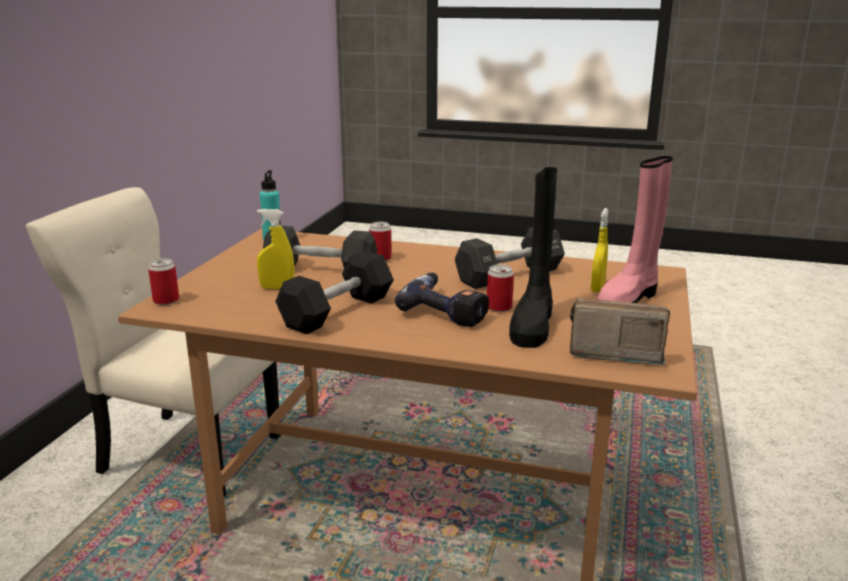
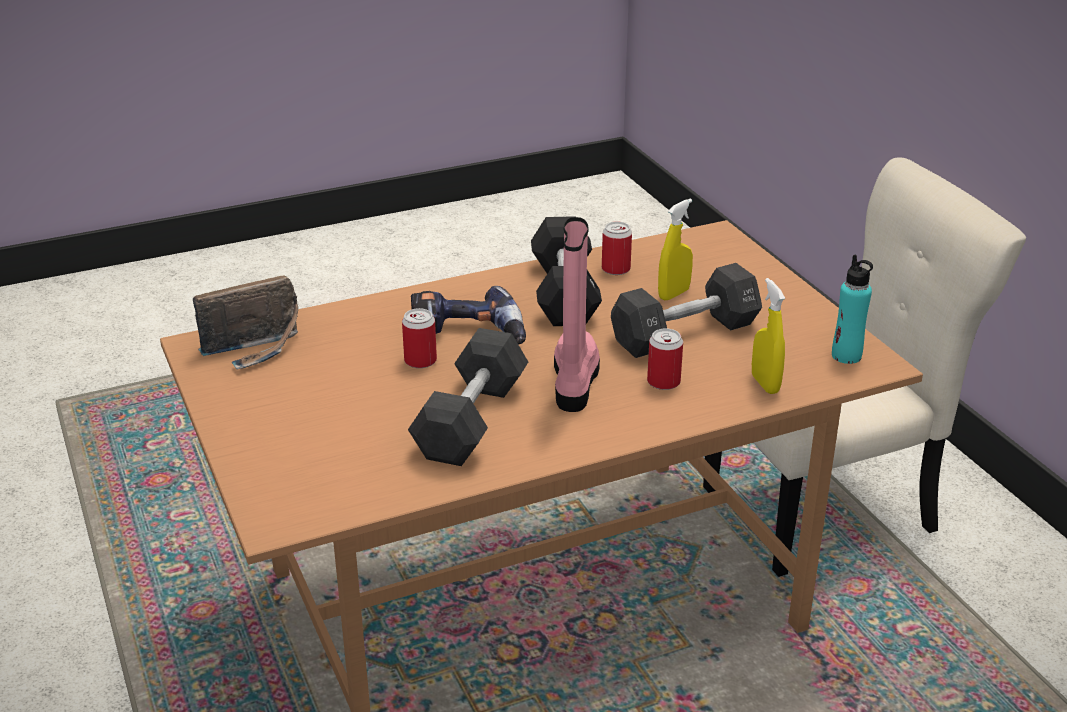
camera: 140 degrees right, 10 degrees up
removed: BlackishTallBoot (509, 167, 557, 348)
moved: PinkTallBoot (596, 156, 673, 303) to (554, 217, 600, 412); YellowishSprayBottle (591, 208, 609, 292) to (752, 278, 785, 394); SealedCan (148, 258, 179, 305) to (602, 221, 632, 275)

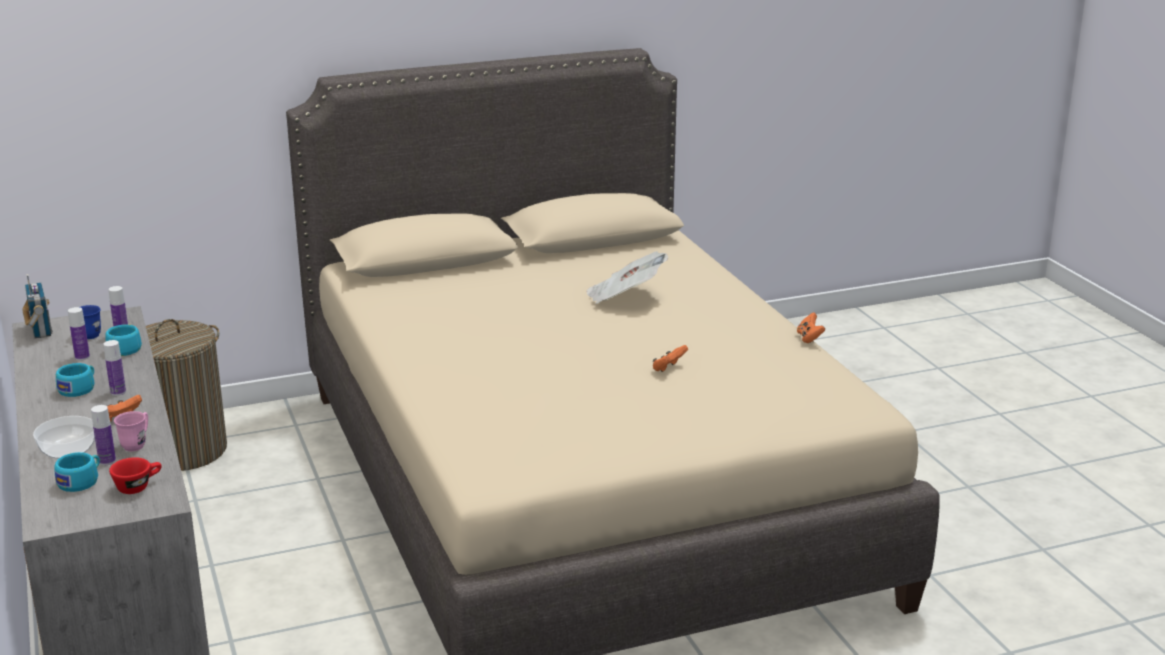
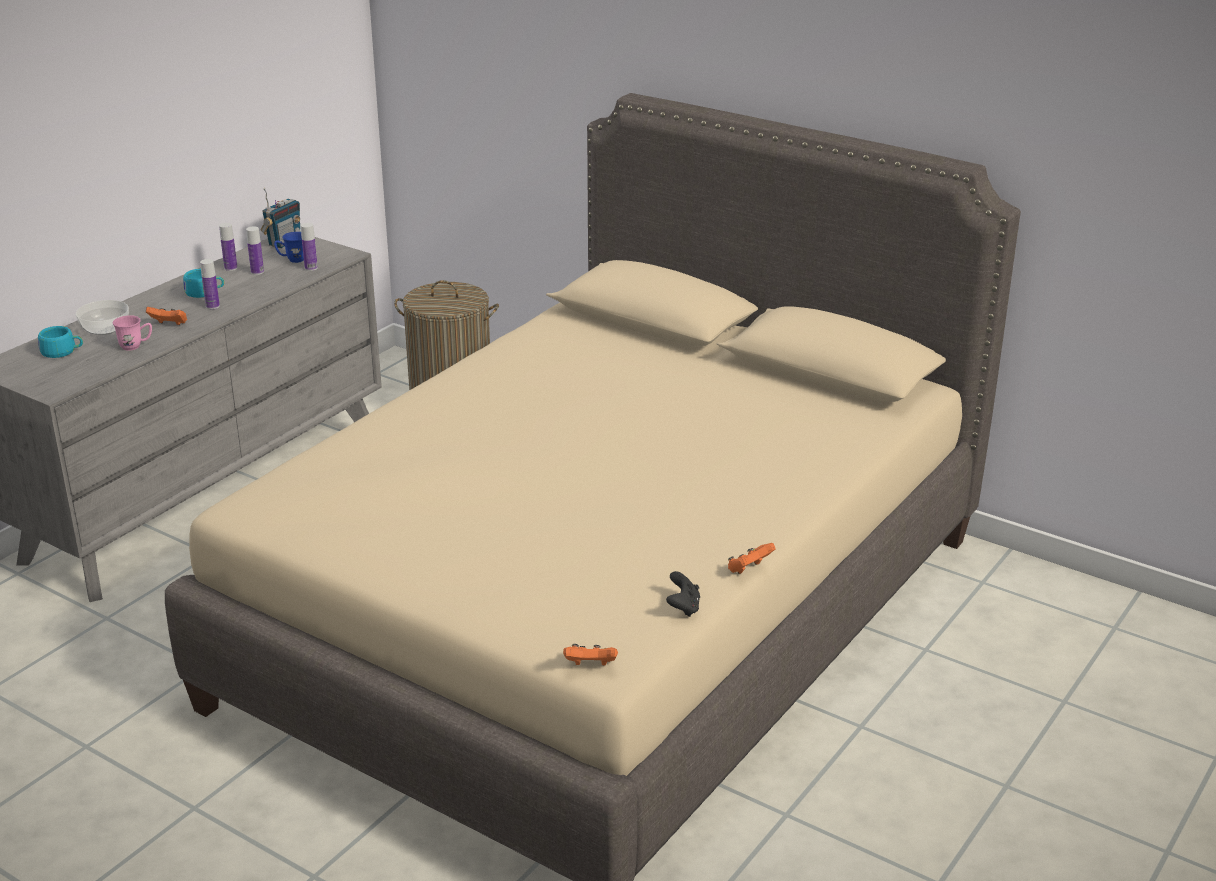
camera: 55 degrees right, 5 degrees up
removed: DailyPaper (586, 251, 668, 304); BlueGreenSmallCup (105, 324, 142, 356); RedColouredSmallCup (109, 457, 162, 494)
added: BlackishGamepad (666, 571, 700, 617)
moved: OrangeyGamepad (653, 345, 688, 372) to (563, 644, 618, 666); BeverageBottle (91, 405, 116, 465) to (219, 223, 237, 271)

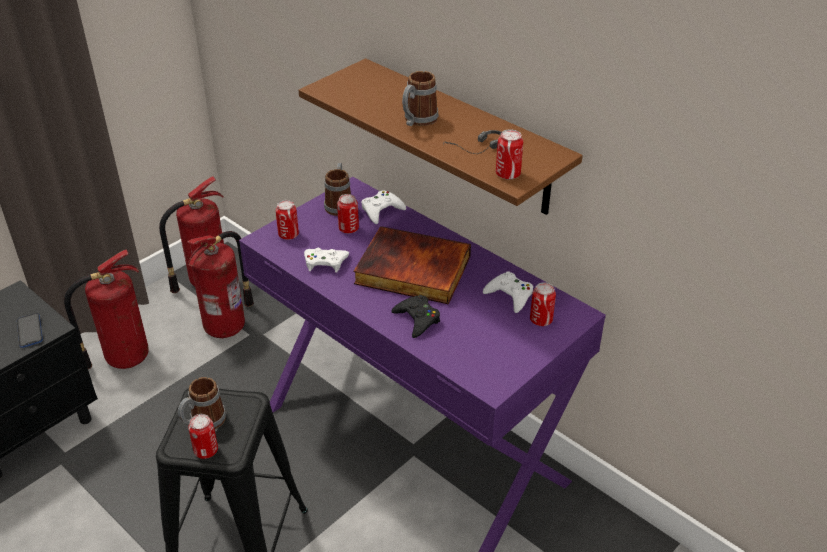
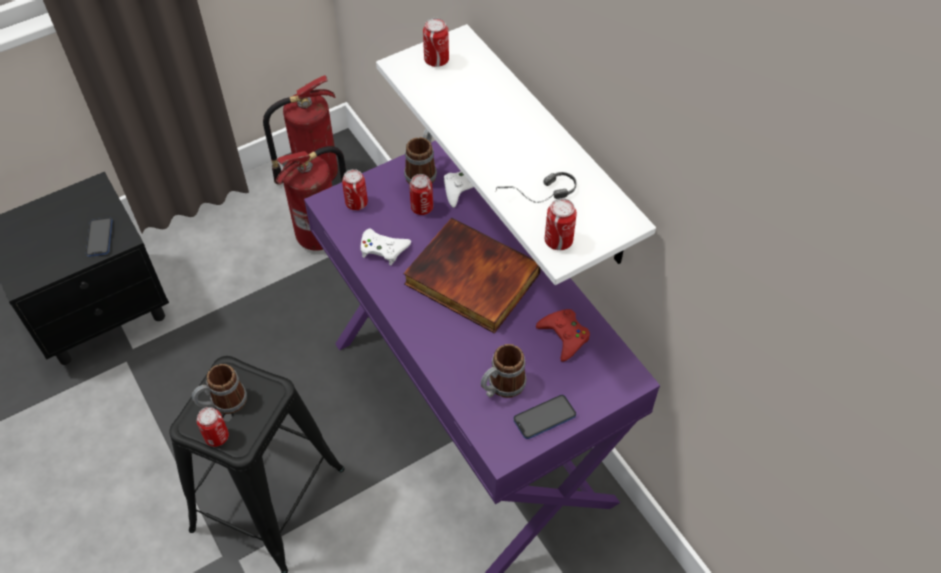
camera: 15 degrees right, 15 degrees up
removed: FireExtinguisher (64, 249, 149, 369); BlackishGamepad (391, 295, 440, 338)
added: Handset (514, 395, 576, 439)
moved: Mug (402, 71, 439, 126) to (481, 344, 527, 398); SealedCan (530, 283, 556, 326) to (423, 18, 449, 67)
recoloured: BrownShelf (299, 58, 583, 215) to WhitishShelf (376, 24, 656, 285); WhitishGamepad (483, 272, 533, 313) to RedColouredGamepad (536, 309, 590, 362)

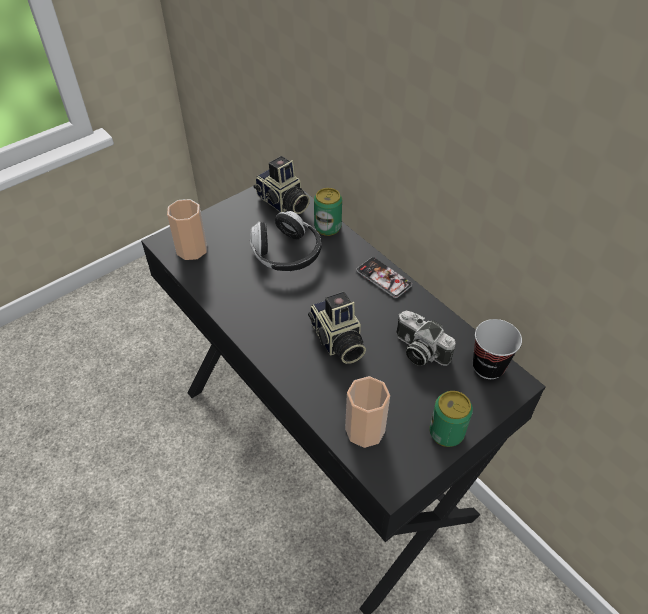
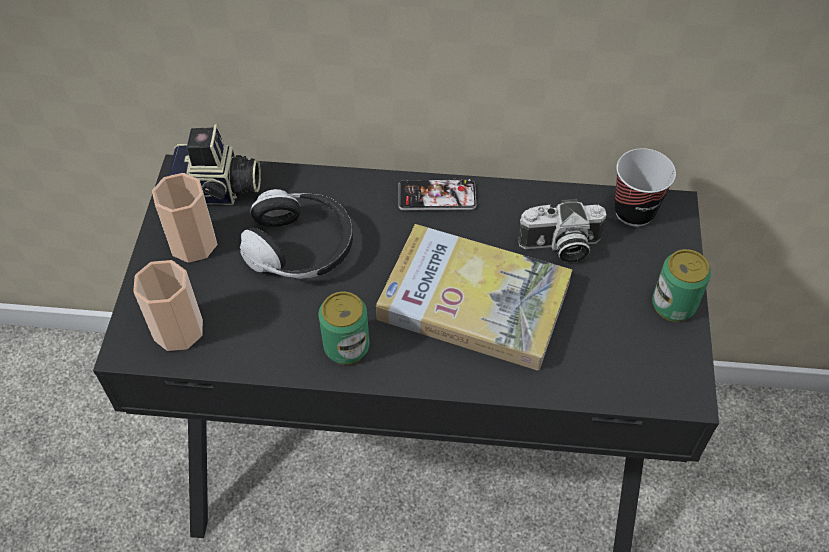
camera: 45 degrees left, 5 degrees up
moved: SealedCan (314, 188, 342, 236) to (319, 291, 370, 365); SmallCup (345, 376, 390, 448) to (152, 173, 217, 263)
replaced: StillCamera (308, 292, 366, 364) to Book (376, 224, 573, 370)

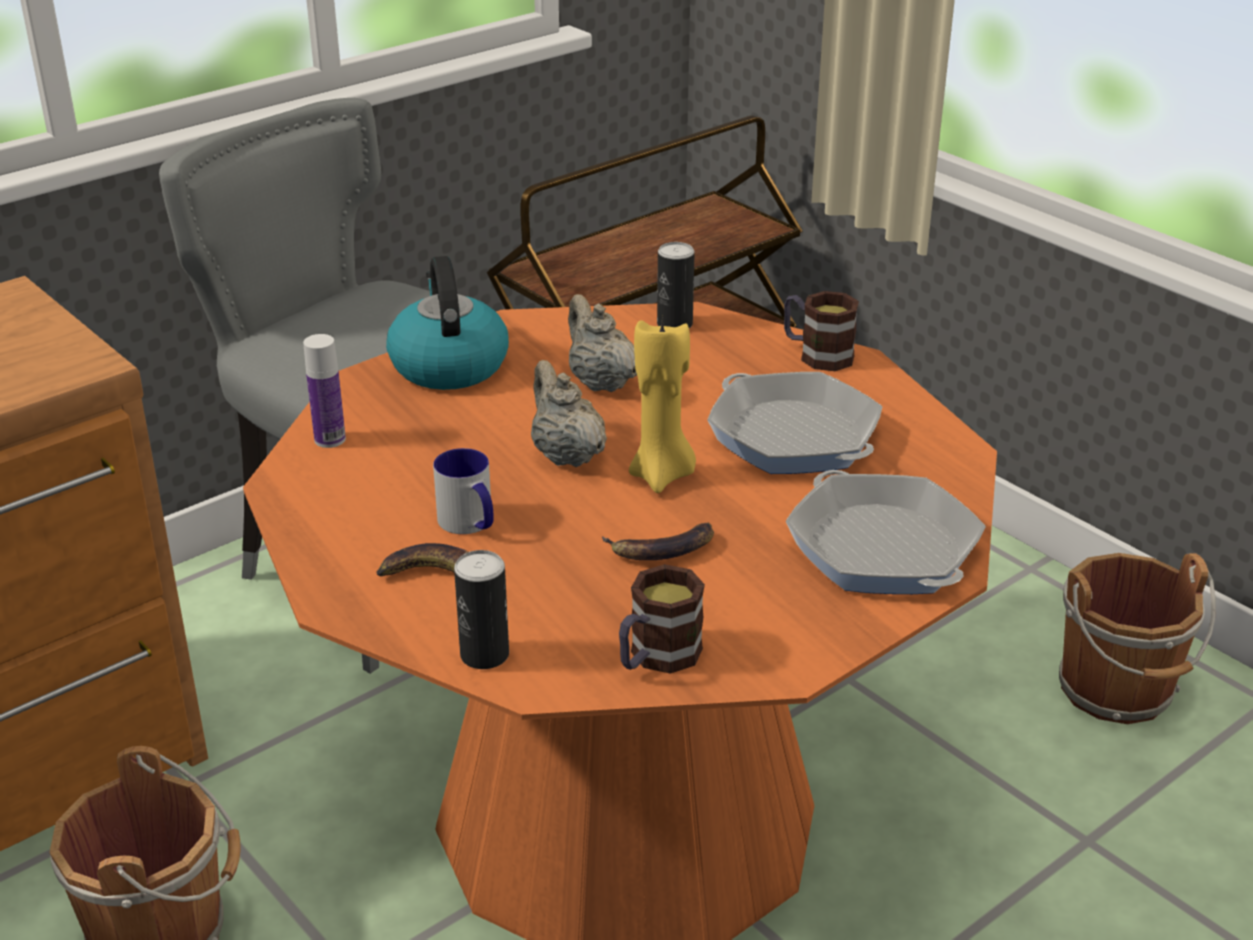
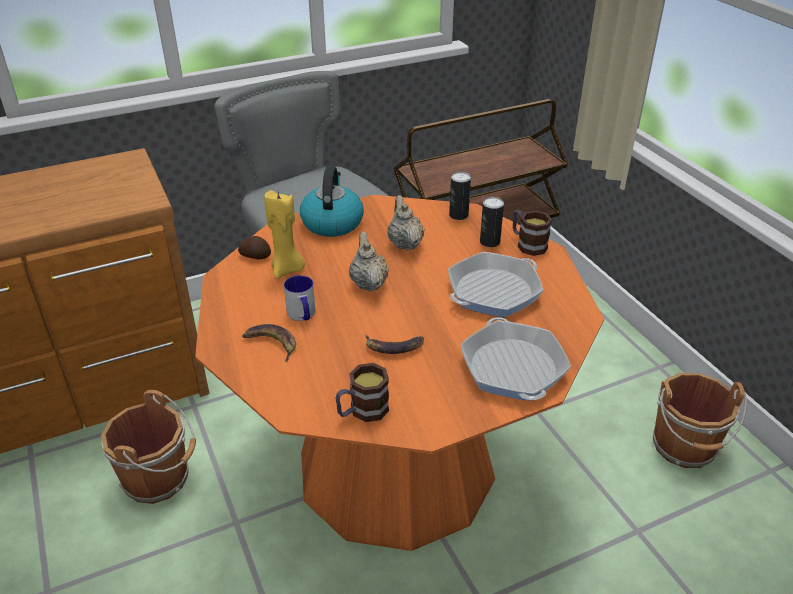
camera: 15 degrees right, 5 degrees up
moved: YellowishWaxCandle (629, 316, 696, 493) to (264, 190, 305, 279); SealedCan (454, 550, 509, 669) to (480, 197, 504, 247)
replaced: BeverageBottle (303, 334, 346, 448) to Spud (238, 236, 271, 259)
turned: Skillet (707, 372, 882, 474) = (448, 252, 543, 317) 75 degrees clockwise

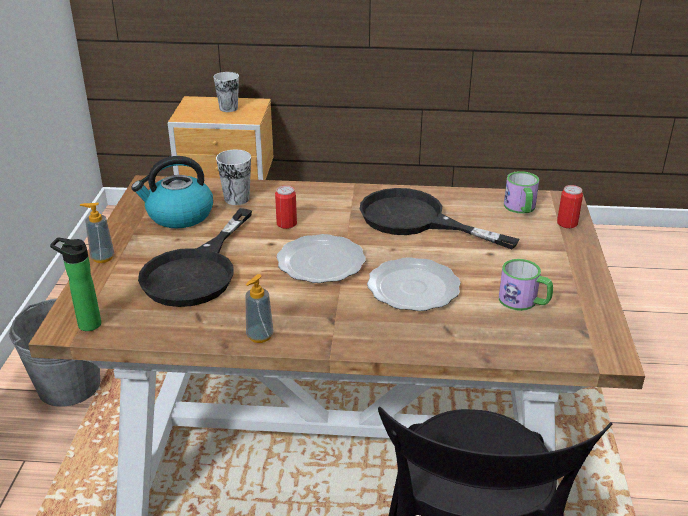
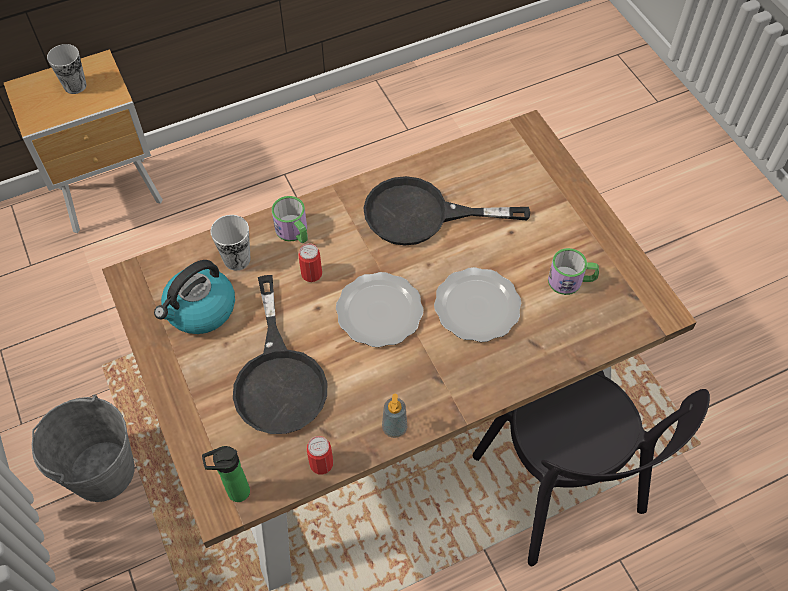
camera: 30 degrees left, 25 degrees up
removed: SoapBottle (80, 203, 114, 263)
moved: Mug (504, 171, 539, 214) to (272, 196, 308, 243); SealedCan (557, 185, 583, 228) to (307, 436, 333, 474)

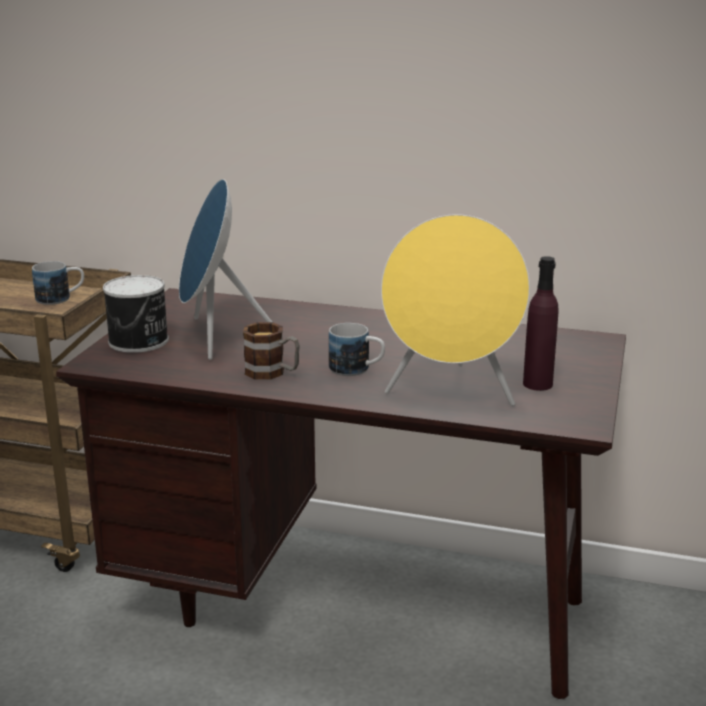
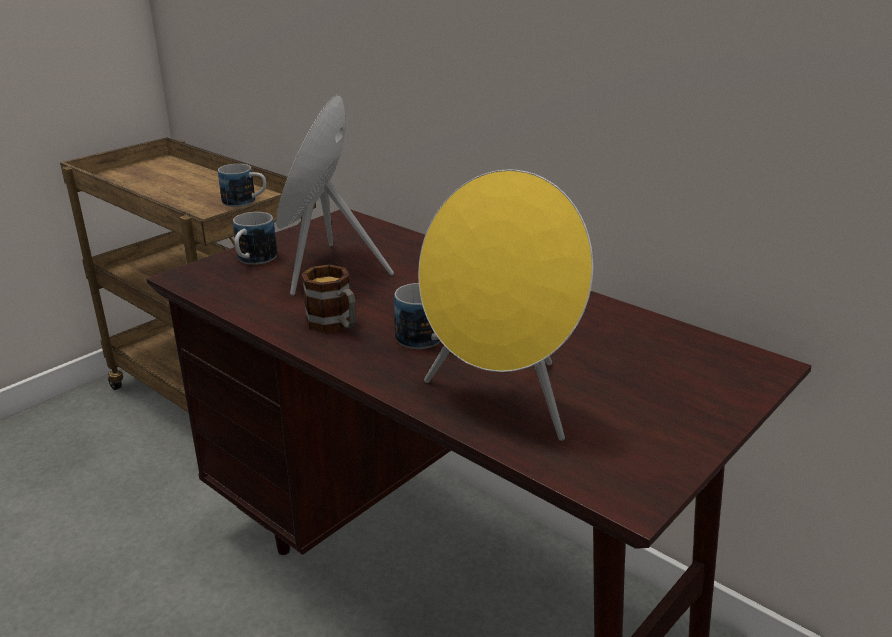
camera: 25 degrees right, 5 degrees up
removed: PurpleColouredBeverageBottle (523, 256, 559, 391)
replaced: SealedCan (103, 275, 169, 353) to Mug (233, 212, 277, 265)

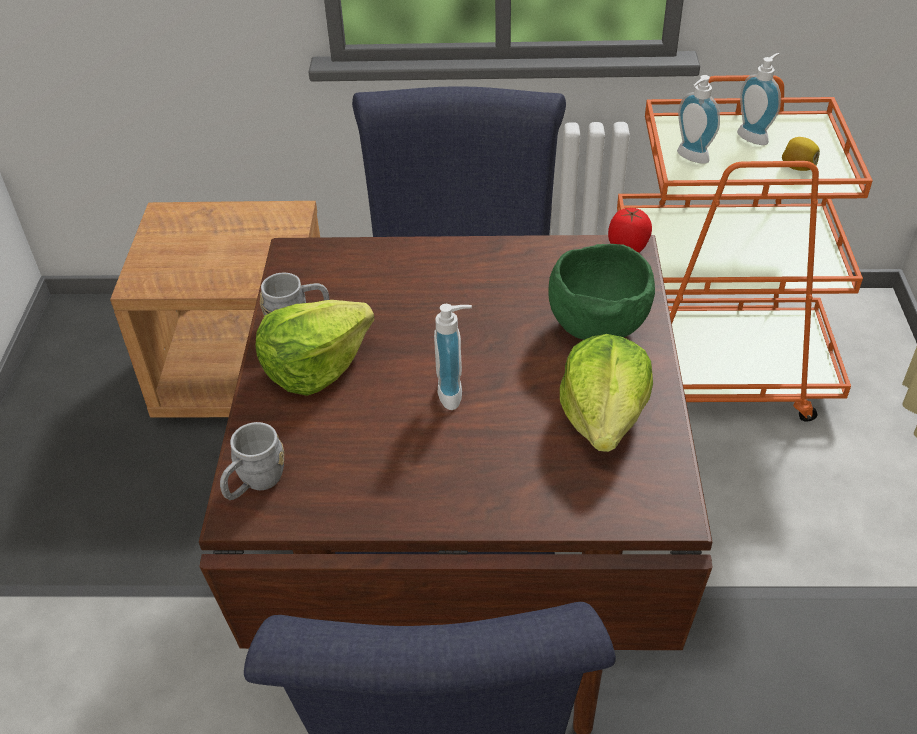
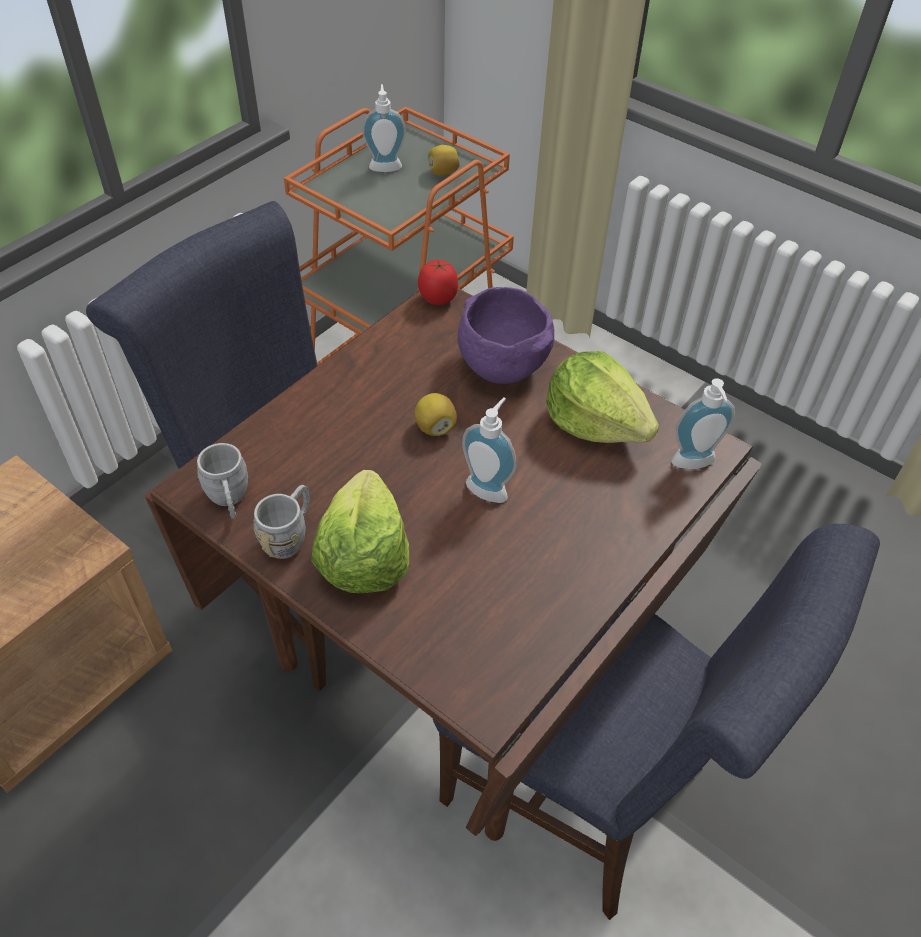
camera: 55 degrees left, 5 degrees up
added: Lemon (415, 393, 457, 436)
moved: SoapBottle (677, 75, 720, 164) to (672, 378, 735, 469); GrayMug (220, 422, 284, 500) to (197, 443, 248, 519)
recoloured: GreenishServingBowl (548, 244, 655, 340) to PurpleColouredServingBowl (458, 287, 554, 384)

